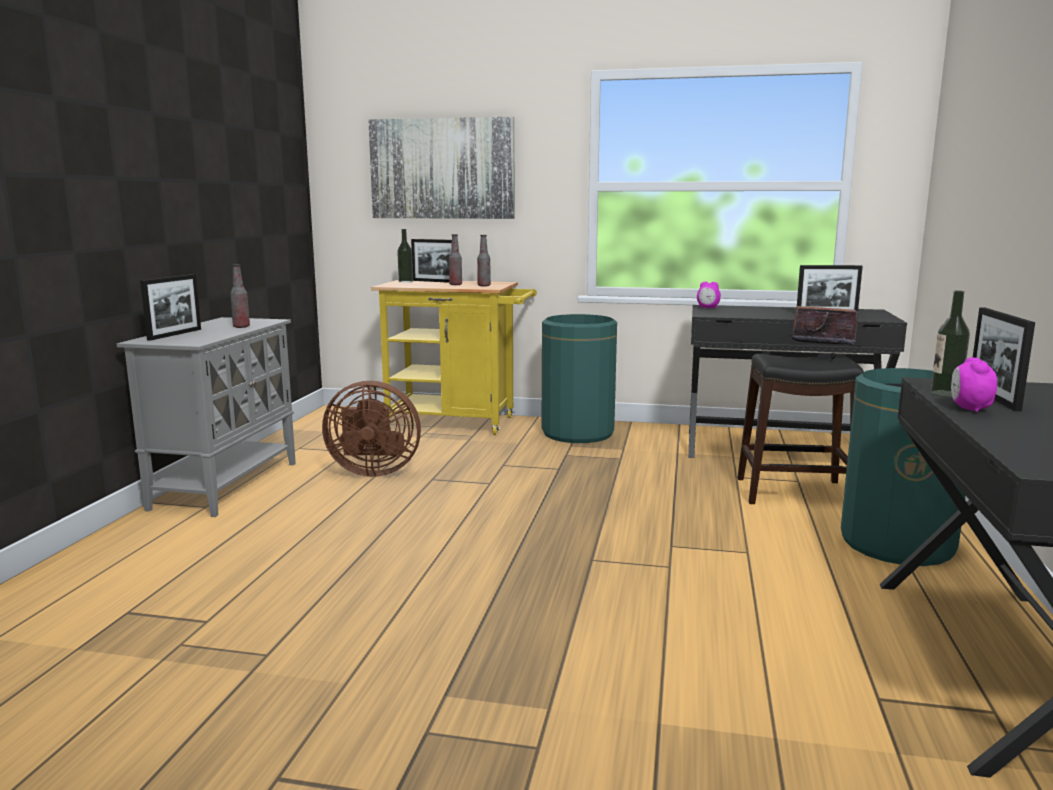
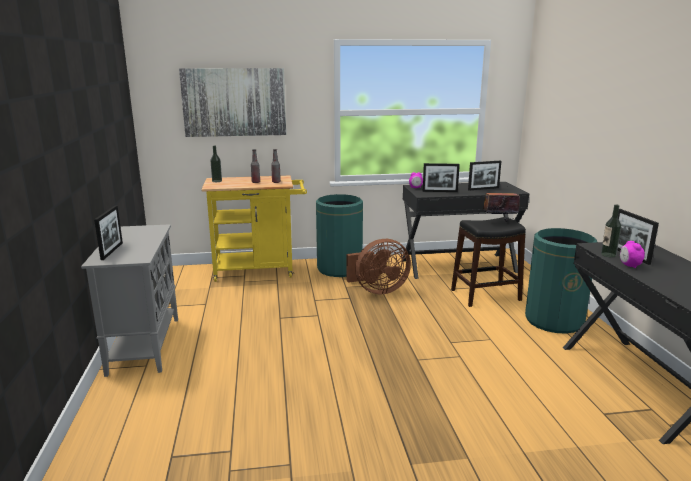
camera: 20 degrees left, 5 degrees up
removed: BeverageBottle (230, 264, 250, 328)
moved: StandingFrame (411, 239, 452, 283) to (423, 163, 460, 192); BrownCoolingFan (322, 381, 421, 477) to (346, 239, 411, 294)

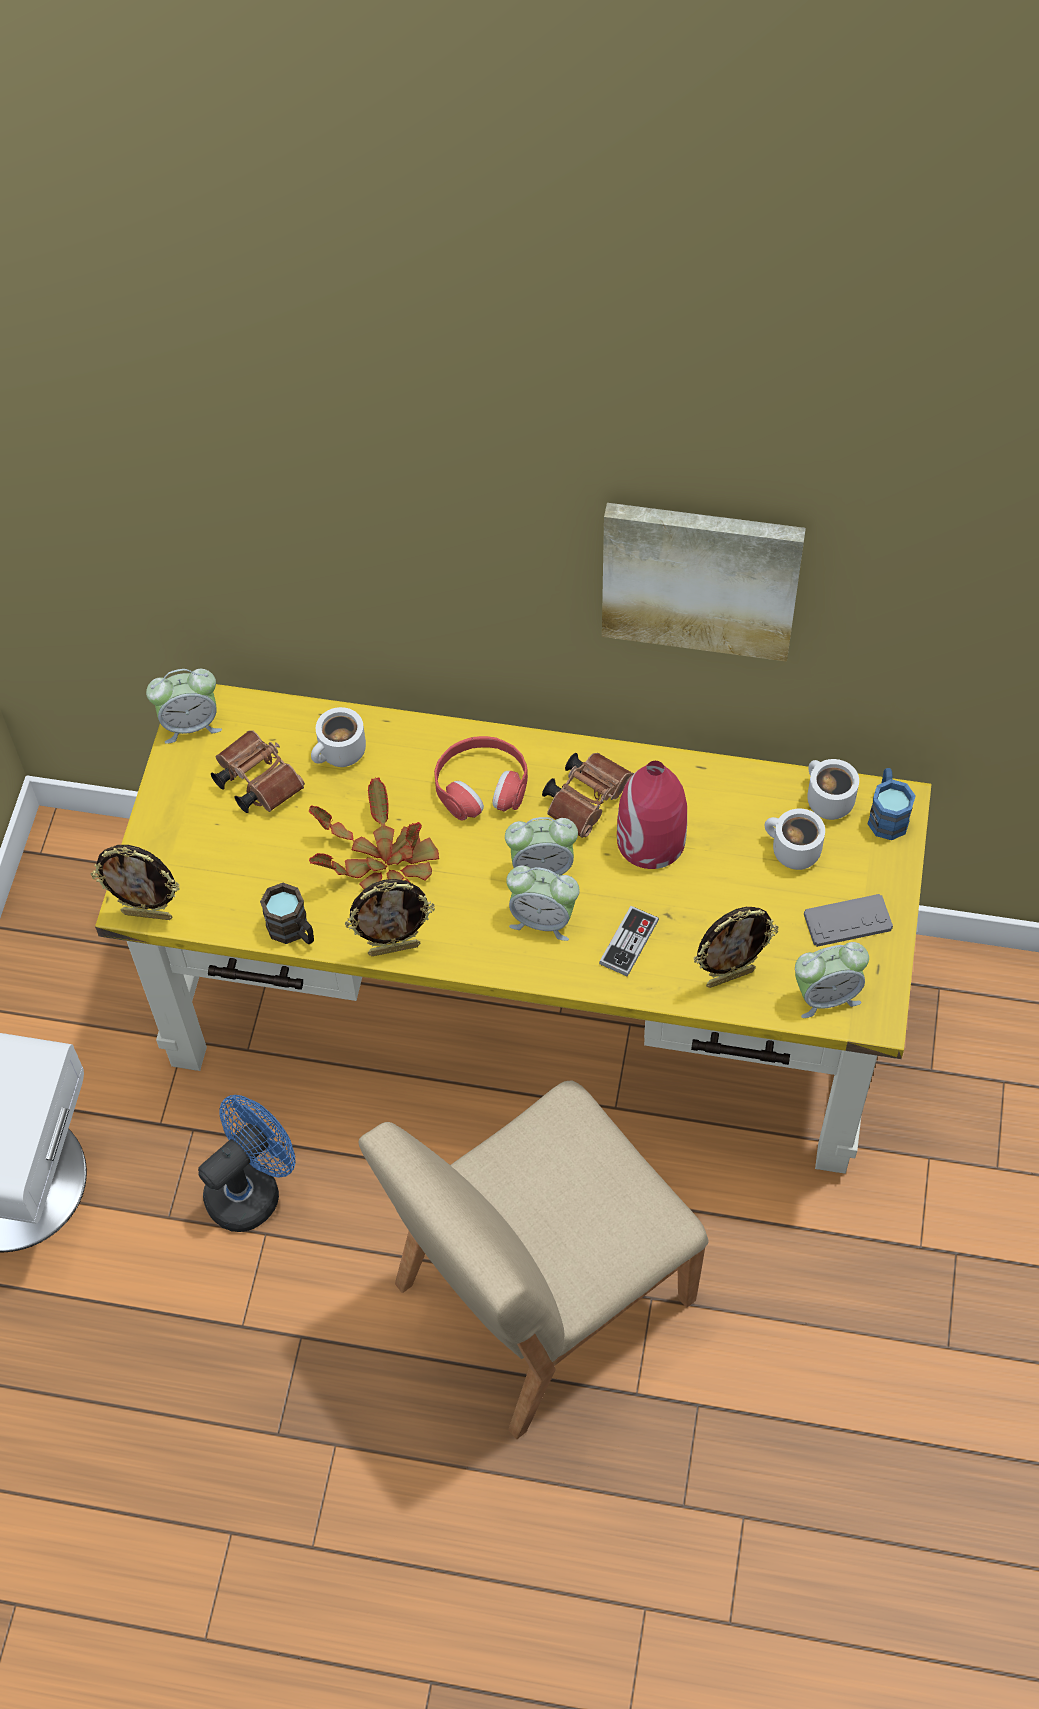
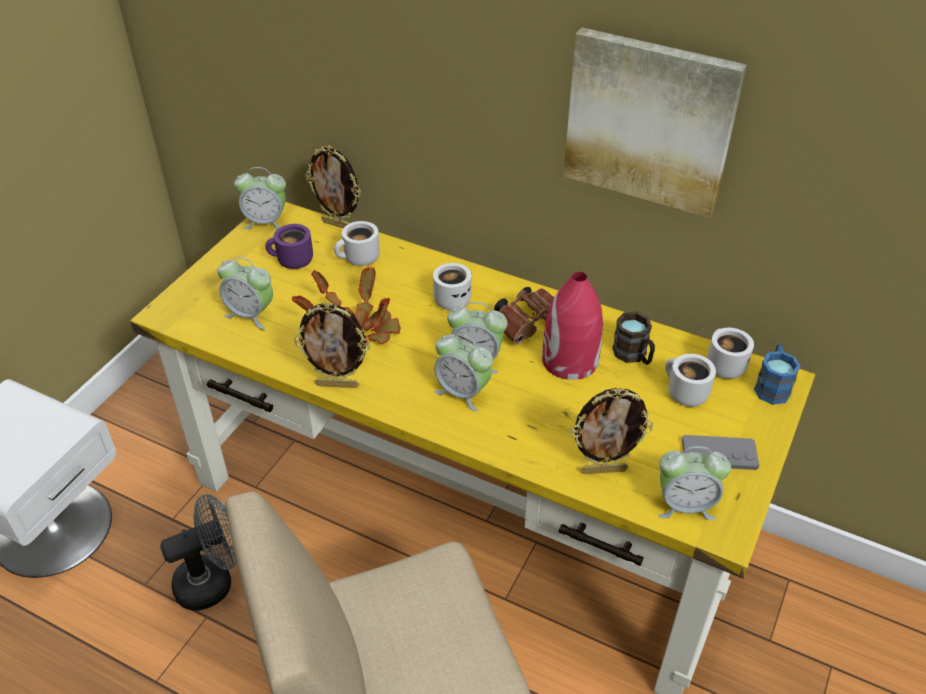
camera: 15 degrees right, 15 degrees down
removed: Gamepad (599, 906, 659, 977)
added: TableClock (217, 256, 273, 329)
moved: StandingFrame (91, 845, 180, 920) to (305, 145, 361, 228); BrownMug (260, 883, 314, 944) to (612, 312, 655, 365)
replaced: BrownFieldGlasses (211, 730, 305, 813) to PurpleColouredMug (265, 224, 313, 269); RedColouredHeadset (434, 736, 528, 820) to WhitishMug (433, 263, 471, 310)
recoloured: BluishCoolingFan (198, 1095, 296, 1232) to GrayCoolingFan (160, 494, 237, 610)

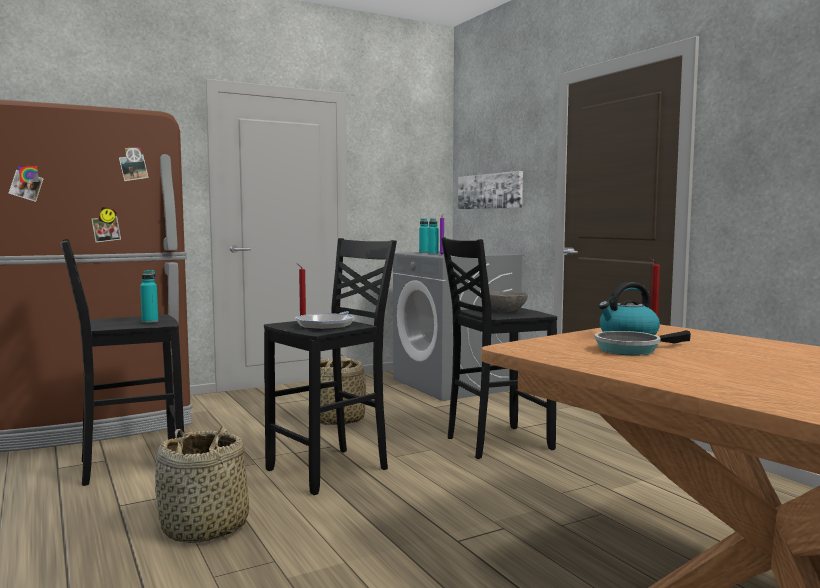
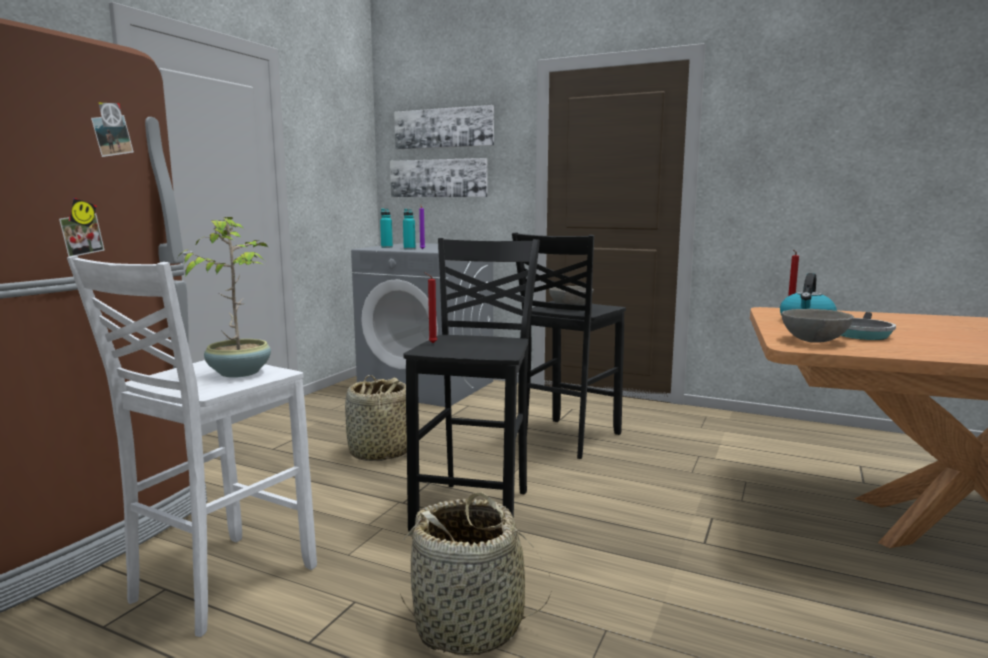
camera: 35 degrees left, 5 degrees up
removed: Skillet (295, 311, 354, 330)
added: Picture (394, 105, 494, 149); GrayServingBowl (782, 309, 854, 343)
replaced: BlueGreenBeverageBottle (140, 270, 158, 323) to Houseplant (178, 217, 271, 378)
recoloured: BlackishSittingStool (60, 239, 184, 486) to WhitishSittingStool (67, 256, 317, 637)

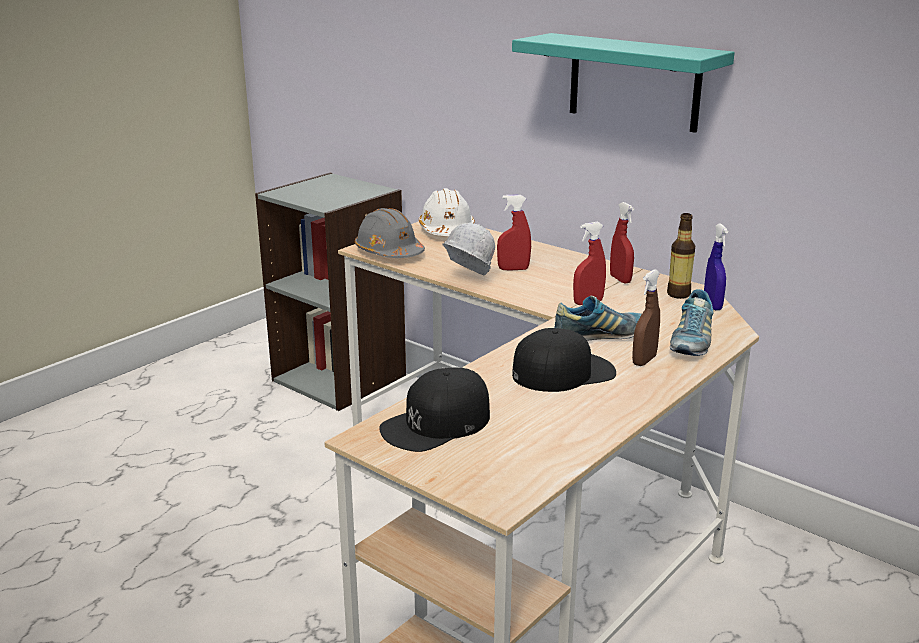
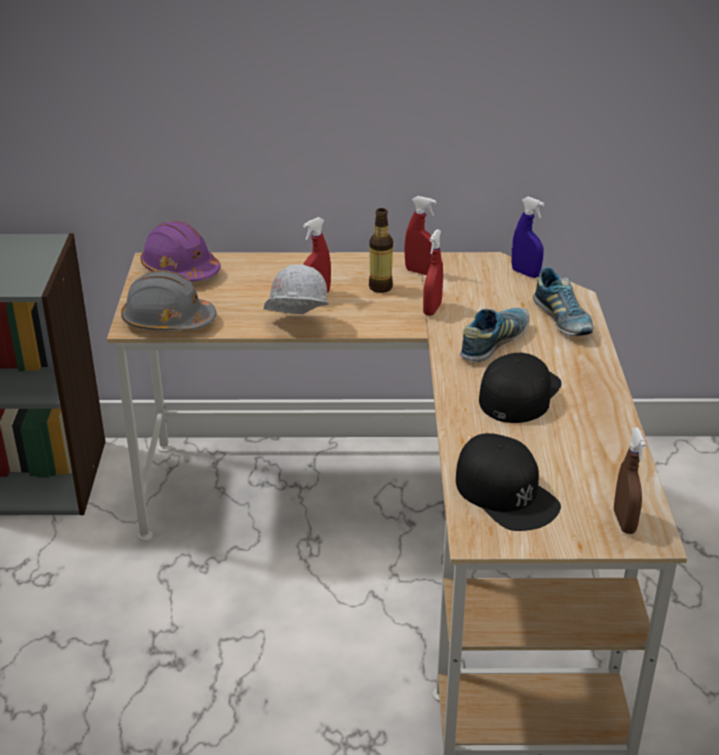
camera: 40 degrees left, 10 degrees up
removed: BlueGreenShelf (512, 33, 735, 133)
moved: BeverageBottle (667, 213, 695, 299) to (369, 208, 393, 293); BrownSprayBottle (632, 269, 660, 366) to (614, 427, 647, 534)
recoloured: WhitishSafetyHelmet (419, 188, 475, 236) to PurpleColouredSafetyHelmet (140, 221, 221, 282)
turned: BlackishCap (379, 368, 490, 452) = (456, 433, 561, 531) 45 degrees counterclockwise

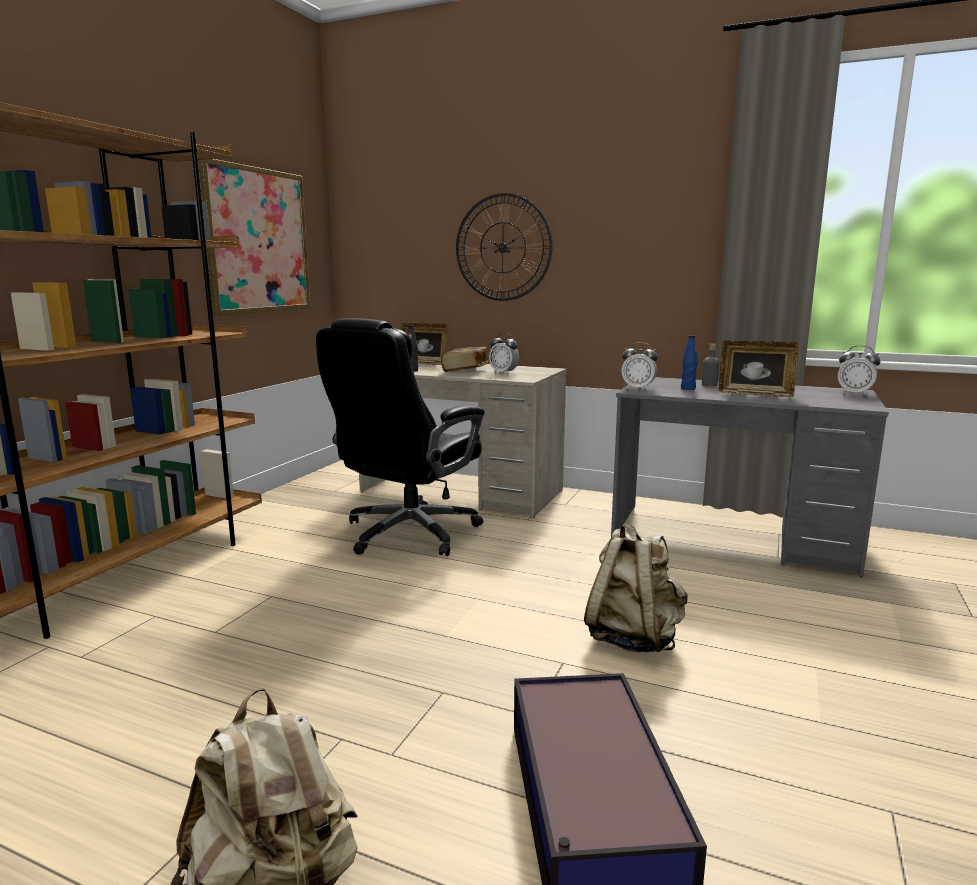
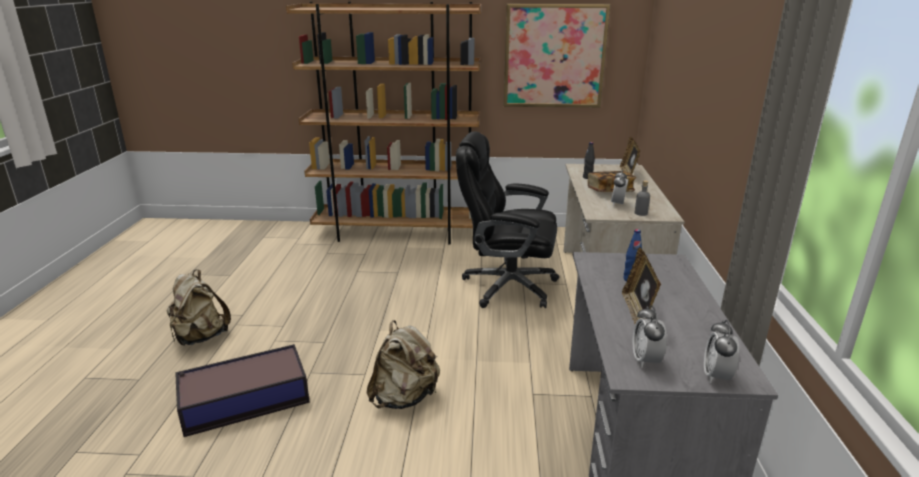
camera: 70 degrees right, 10 degrees up
removed: WallClock (456, 193, 553, 301)
moved: TableClock (622, 342, 658, 390) to (632, 306, 667, 368); GrayBeverageBottle (702, 344, 719, 386) to (635, 180, 650, 216)

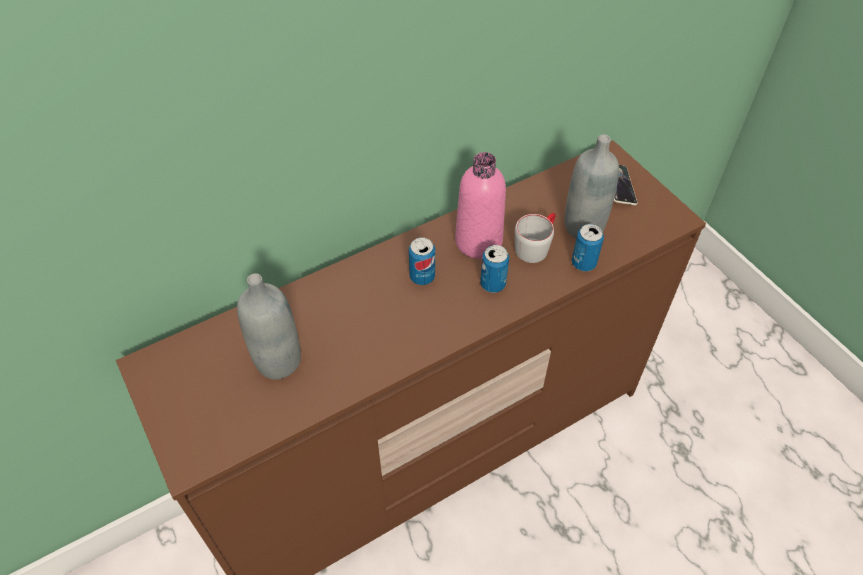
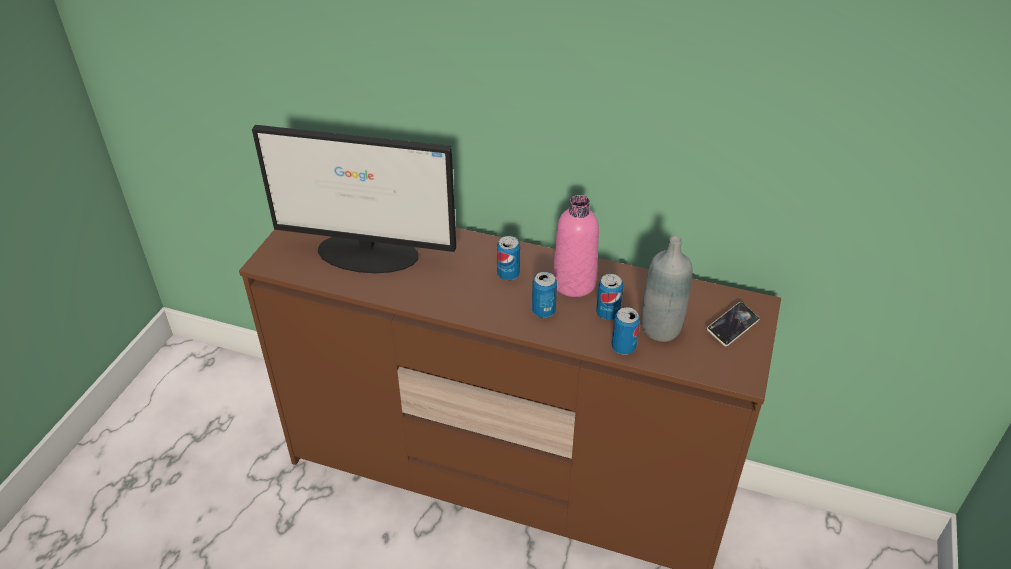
camera: 50 degrees right, 10 degrees down
replaced: GrayMug (515, 213, 556, 263) to SealedCan (596, 274, 623, 320); GrayBeverageBottle (237, 273, 301, 380) to ComputerScreen (252, 125, 456, 273)

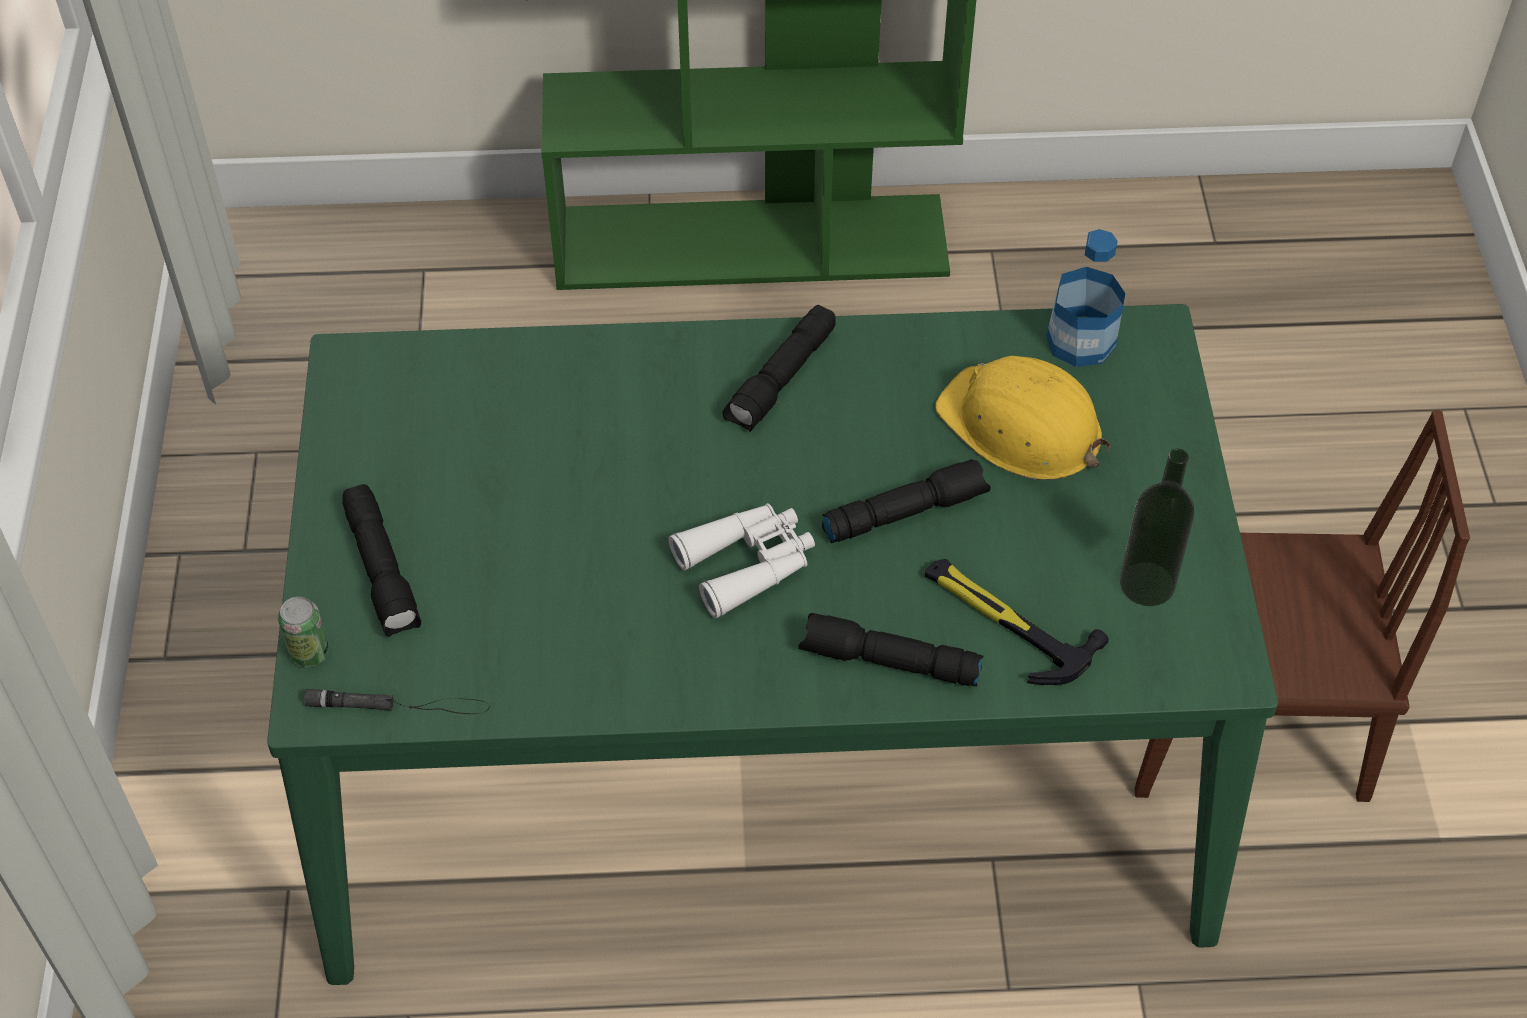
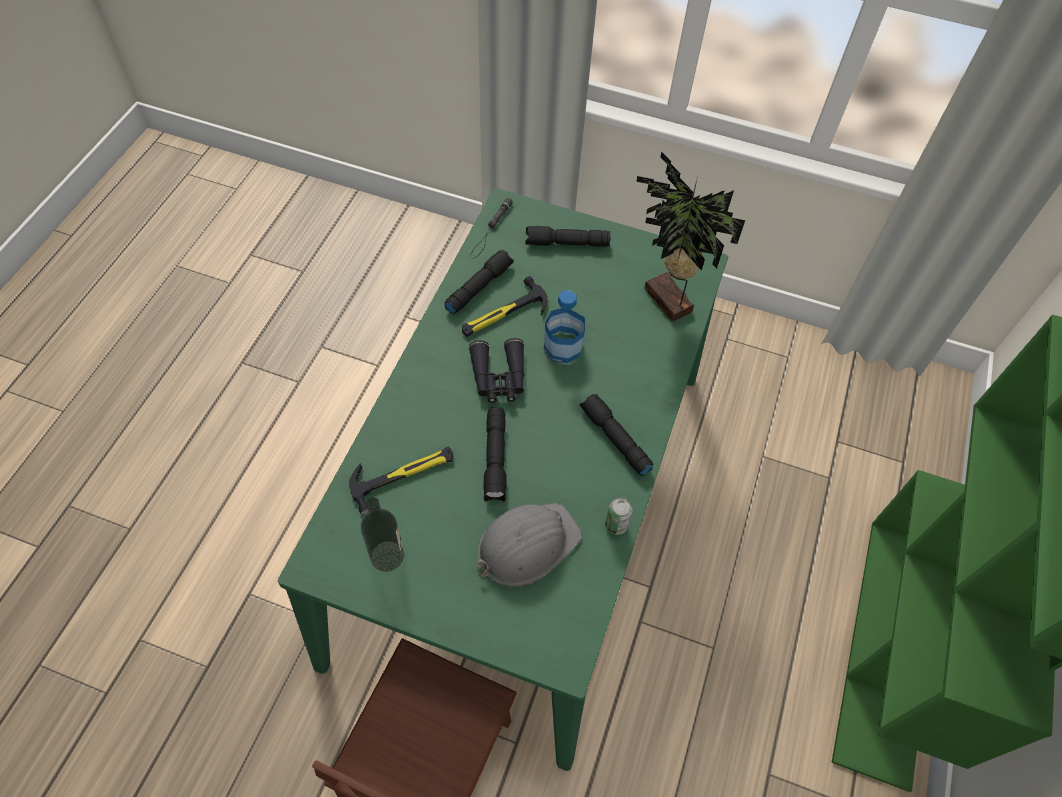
camera: 110 degrees right, 5 degrees up
added: Houseplant (636, 151, 745, 322); Hammer (462, 276, 547, 337)
moved: BeverageBottle (1046, 229, 1125, 367) to (544, 290, 585, 363); SealedCan (278, 596, 329, 667) to (605, 498, 632, 535); BlackishTorch (799, 613, 984, 687) to (445, 250, 514, 315)
recoloured: YellowishSafetyHelmet (935, 356, 1111, 480) to GraySafetyHelmet (477, 503, 581, 587); WhitishFieldGlasses (668, 503, 815, 619) to BlackishFieldGlasses (469, 338, 524, 403)

